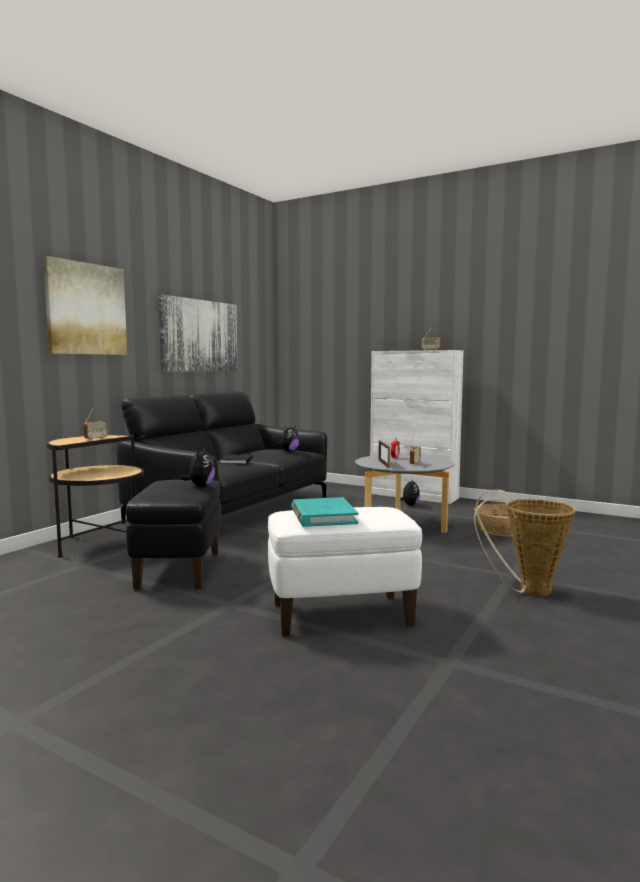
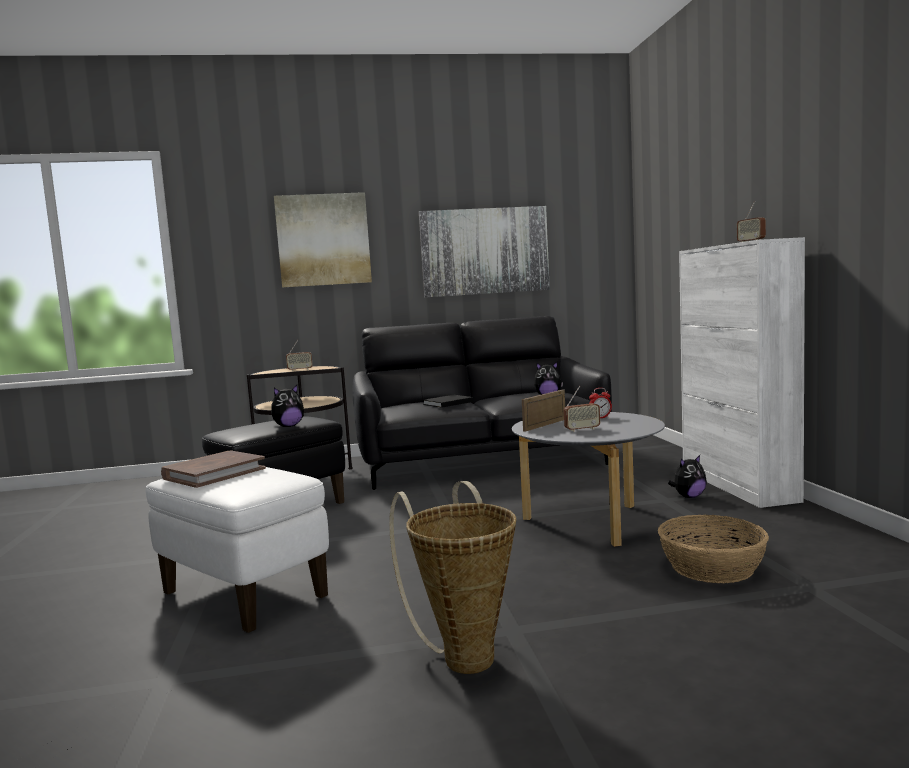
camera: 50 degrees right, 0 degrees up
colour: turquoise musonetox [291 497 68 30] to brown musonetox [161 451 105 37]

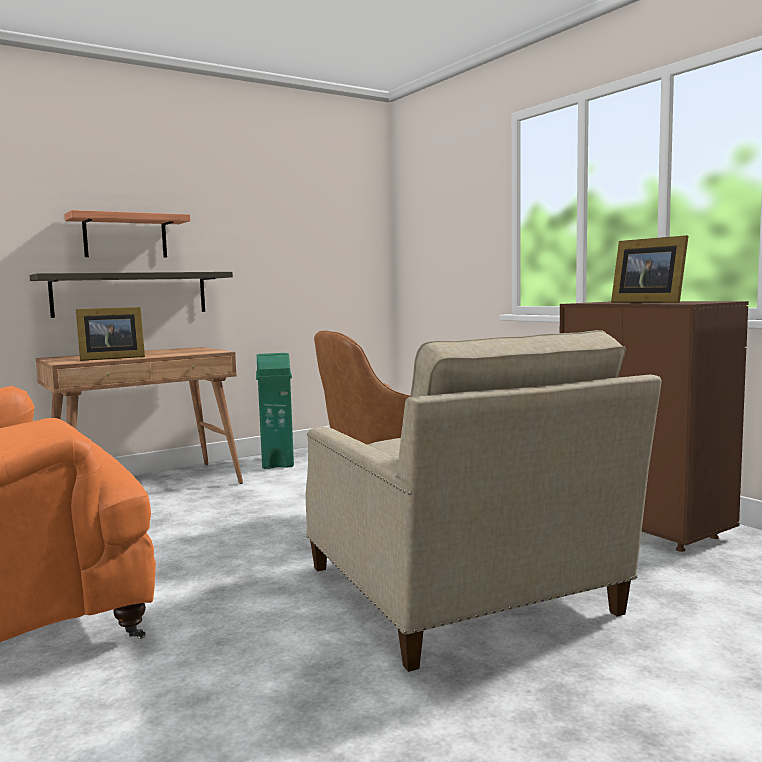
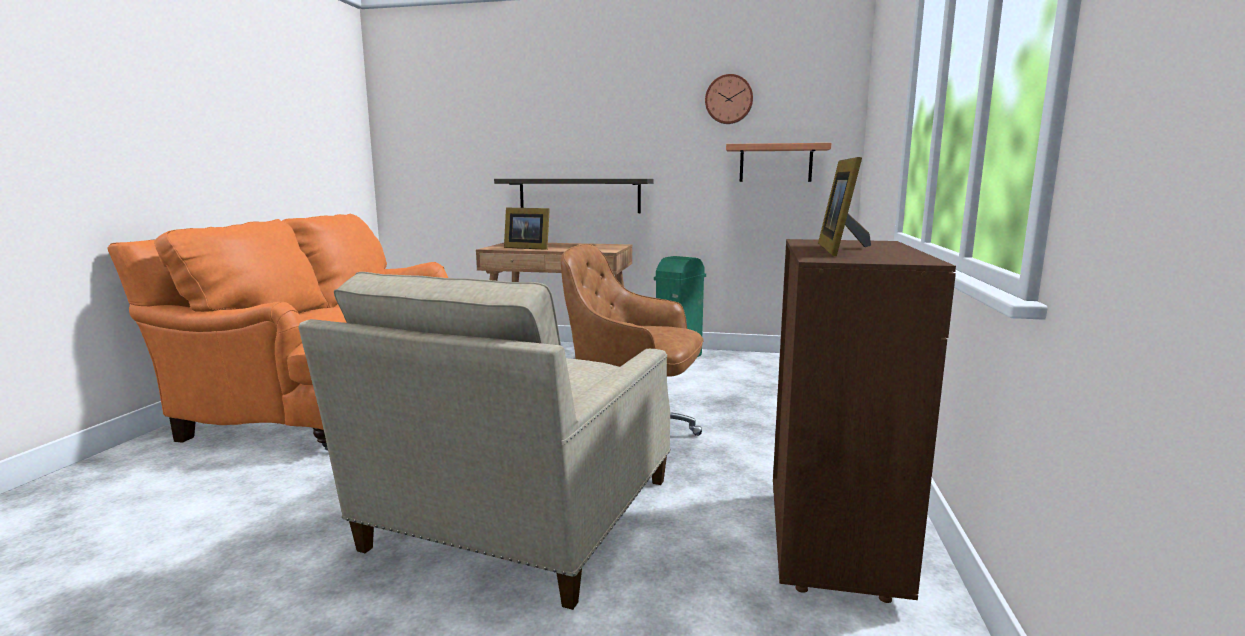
camera: 45 degrees right, 5 degrees up
appeared: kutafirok [705 74 48 50]
relocated: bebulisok [64 210 126 48] to [726 143 105 39]

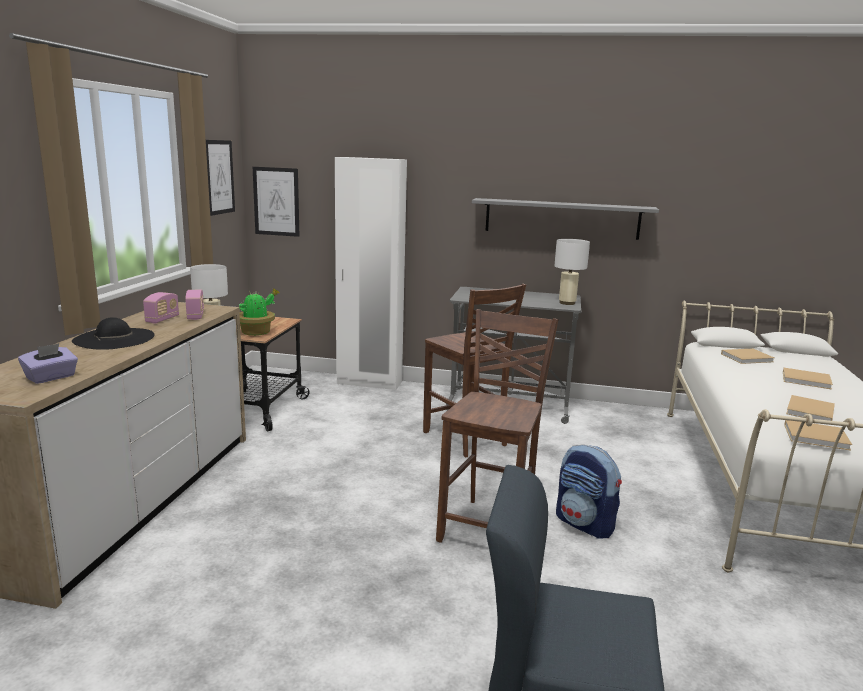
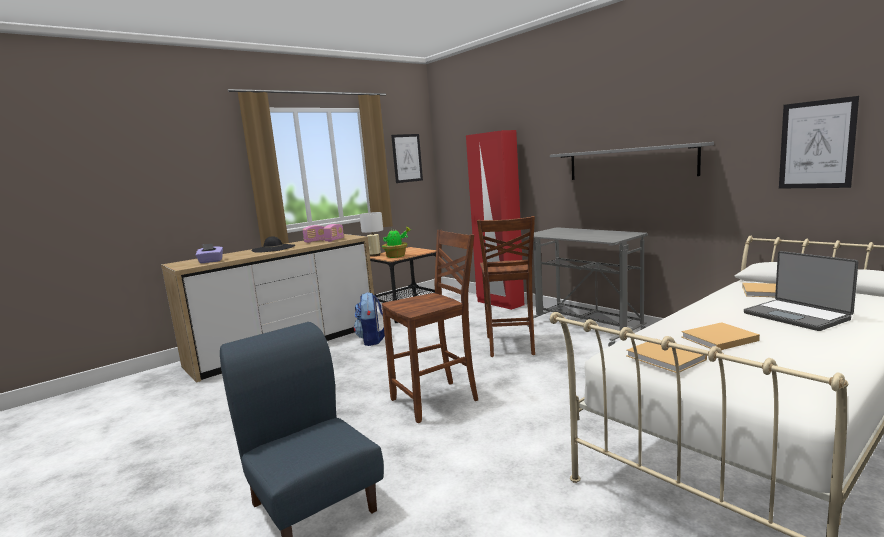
camera: 40 degrees right, 5 degrees down
missing: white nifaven [555 239 35 66]
relocated: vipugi [253 167 46 70] to [779 96 80 92]; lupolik [556 445 66 94] to [354 292 31 54]
exchanged: beige musonetox [783 368 50 21] to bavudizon [744 251 114 80]
colour: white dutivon [335 157 72 233] to red dutivon [466 130 58 180]

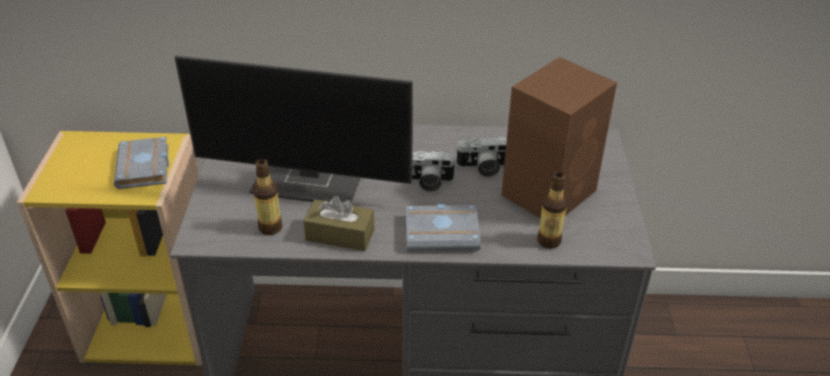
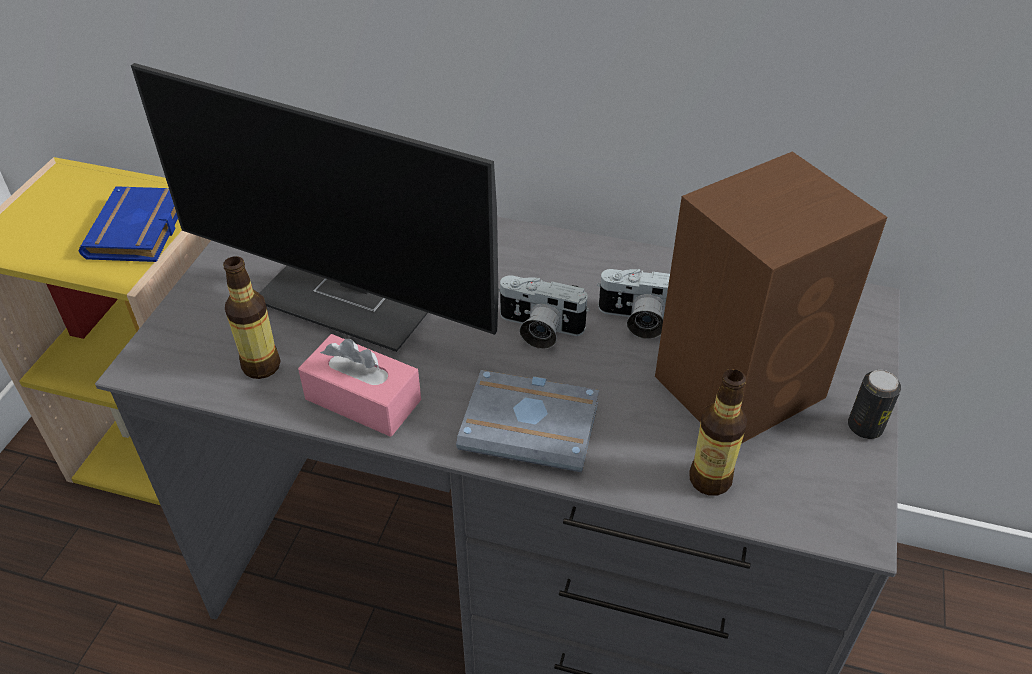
camera: 15 degrees right, 5 degrees up
appeared: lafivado [848 370 53 69]
colour: grey musonetox [114 137 55 52] to blue musonetox [78 186 100 76]; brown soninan [303 196 71 55] to pink soninan [298 334 123 103]

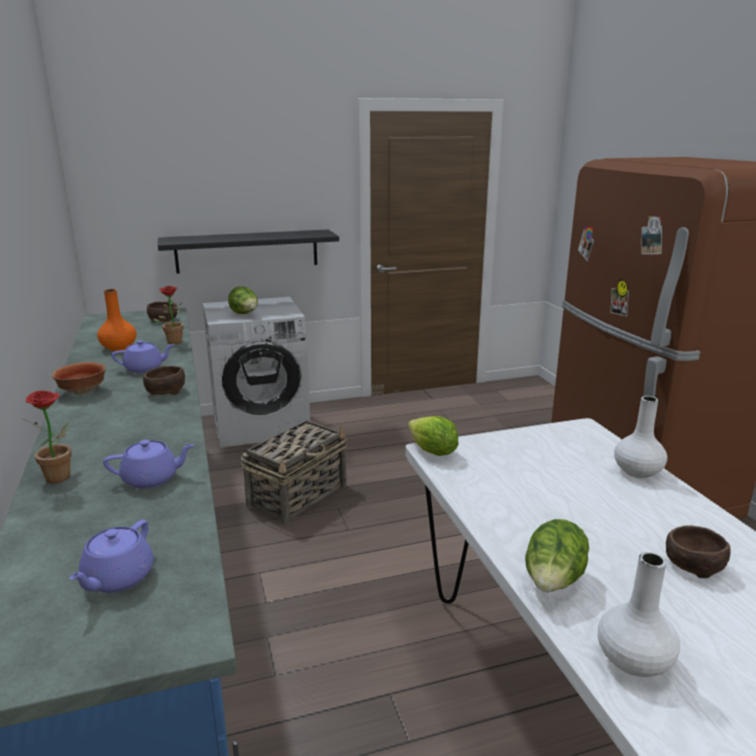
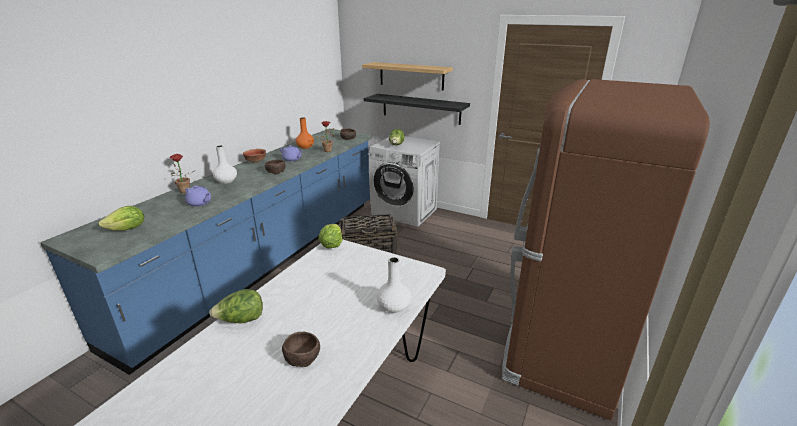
camera: 45 degrees right, 5 degrees up
appeared: bebulisok [362 62 91 29]
relocated: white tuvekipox [598 552 82 125] to [213 145 24 39]
exchanged: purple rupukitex [69 520 85 73] to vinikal [99 206 45 25]

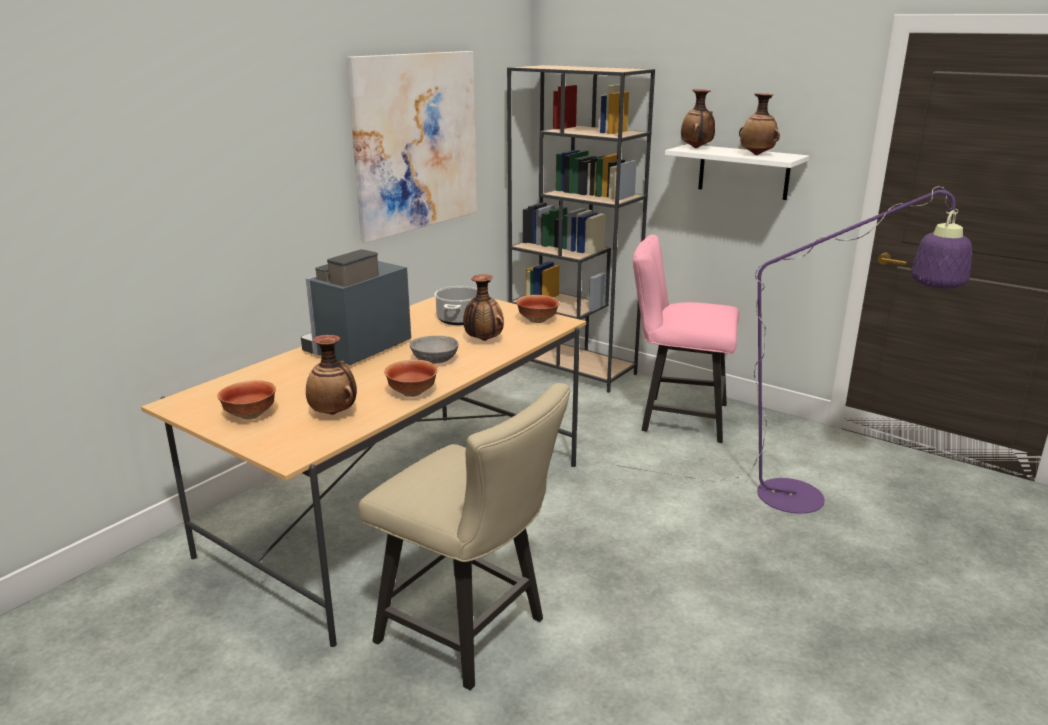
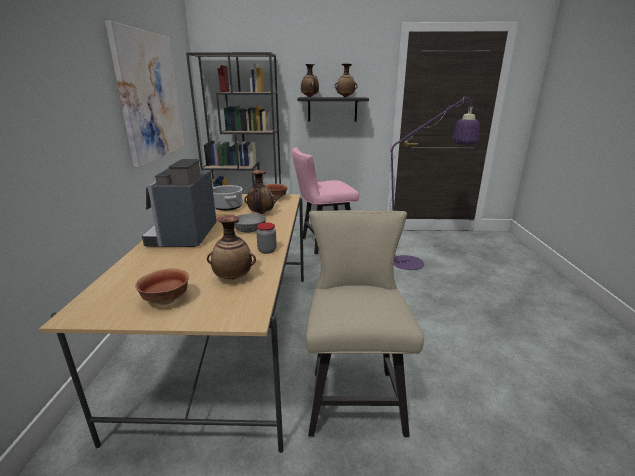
camera: 35 degrees left, 0 degrees up
exchanged: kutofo [384 360 54 37] to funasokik [256 223 21 31]
colour: white bebulisok [665 144 144 56] to black bebulisok [297 97 72 25]
spun: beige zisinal [358 383 212 307] = [305 210 119 227] 90 degrees counterclockwise

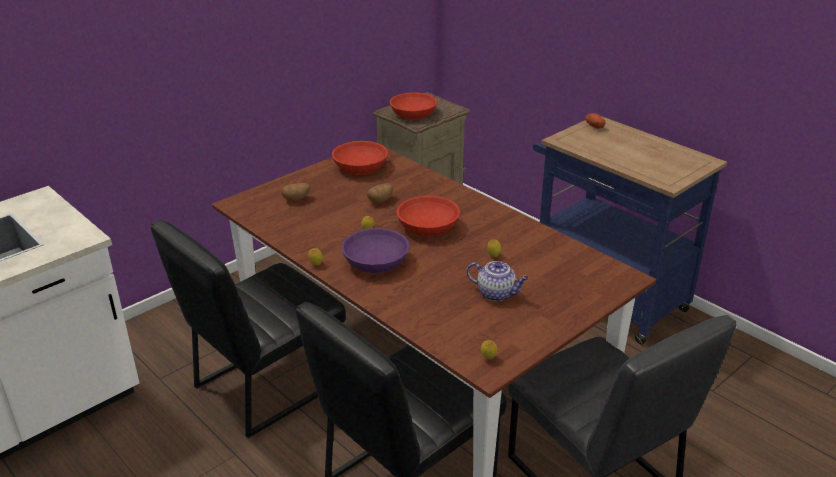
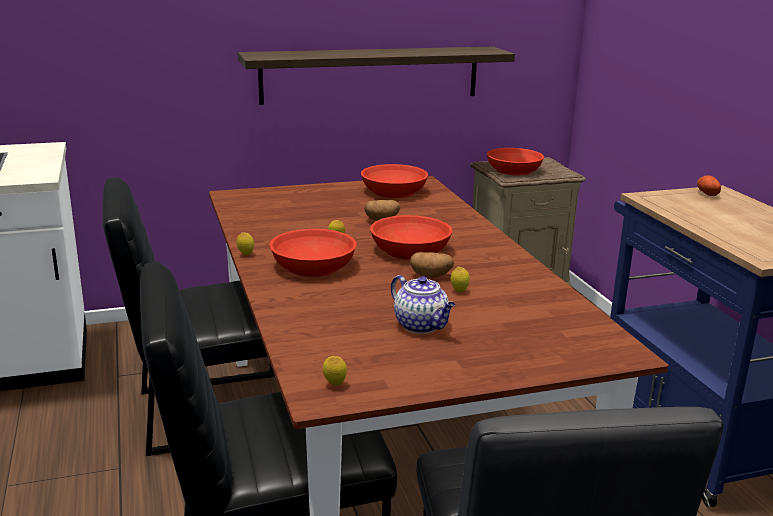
camera: 25 degrees right, 10 degrees down
appeared: bebulisok [237 47 278 58]
relocated: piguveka [282 183 29 18] to [410 252 44 26]
colour: purple kutofo [341 228 69 45] to red kutofo [269 229 88 48]

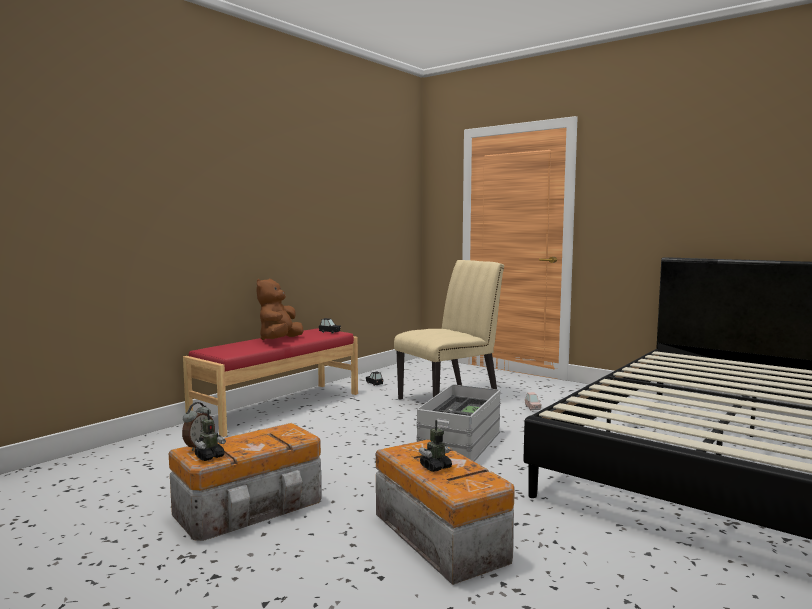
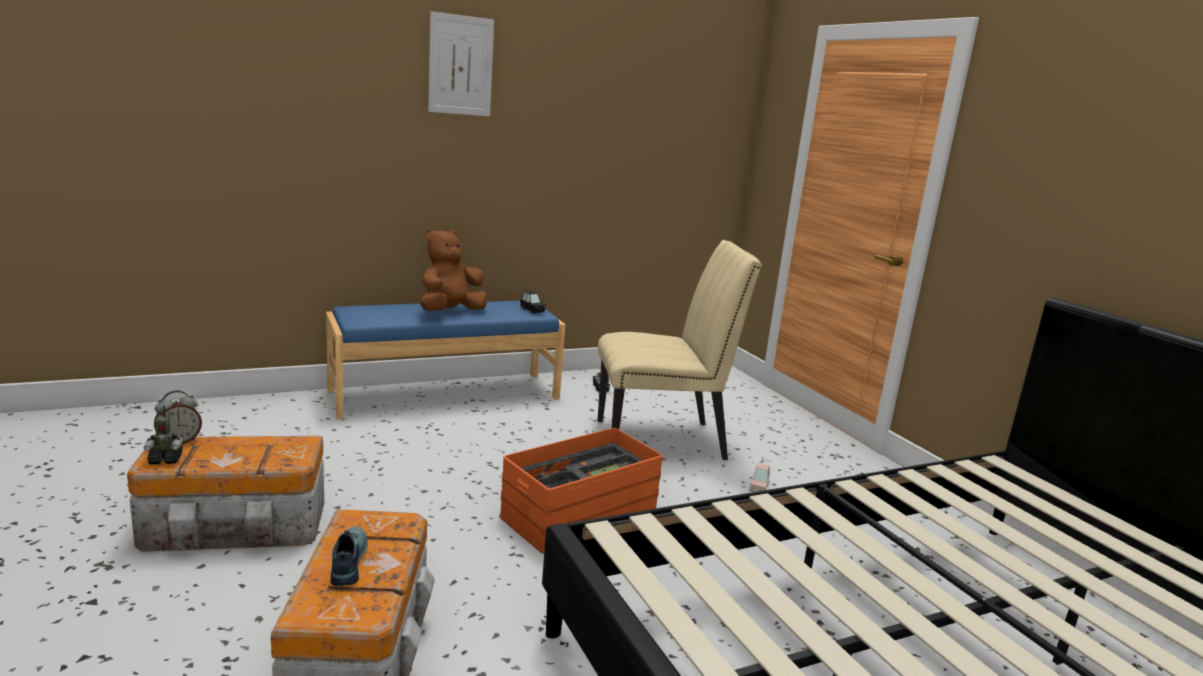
camera: 25 degrees right, 10 degrees up
appeared: vipugi [428 11 66 105]
exchanged: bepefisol [419 420 33 52] to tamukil [330 527 38 59]
colour: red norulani [183 328 175 109] to blue norulani [326 301 239 119]; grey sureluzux [416 385 84 77] to orange sureluzux [499 428 164 126]

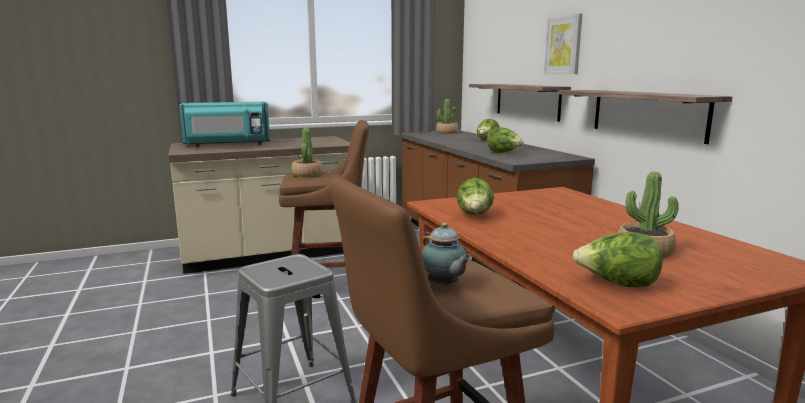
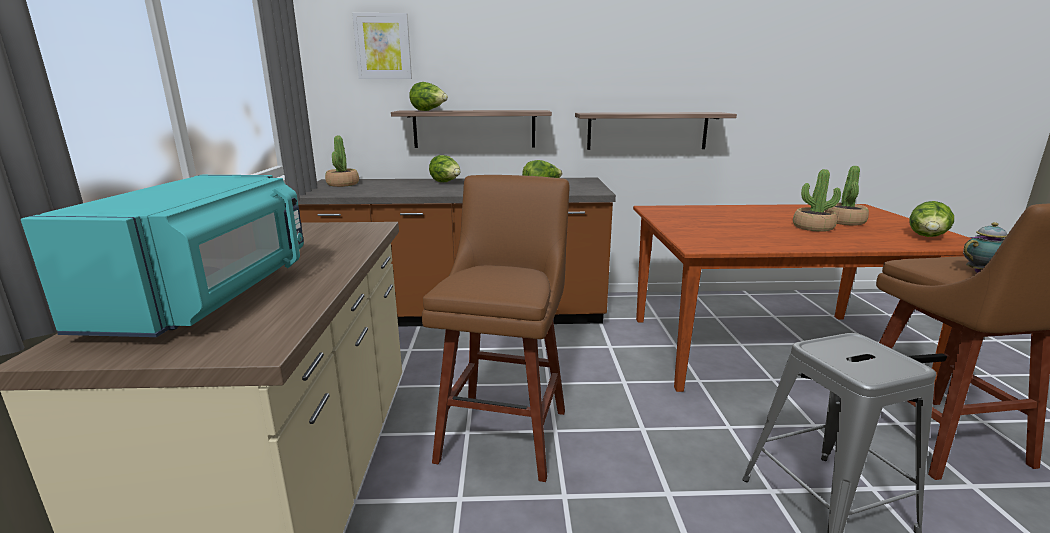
camera: 70 degrees left, 5 degrees up
relocated: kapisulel [292 128 31 49] to [793 169 48 63]; vinikal [457 178 37 37] to [409 82 39 29]; vipugi [544 13 38 61] to [352 13 60 66]

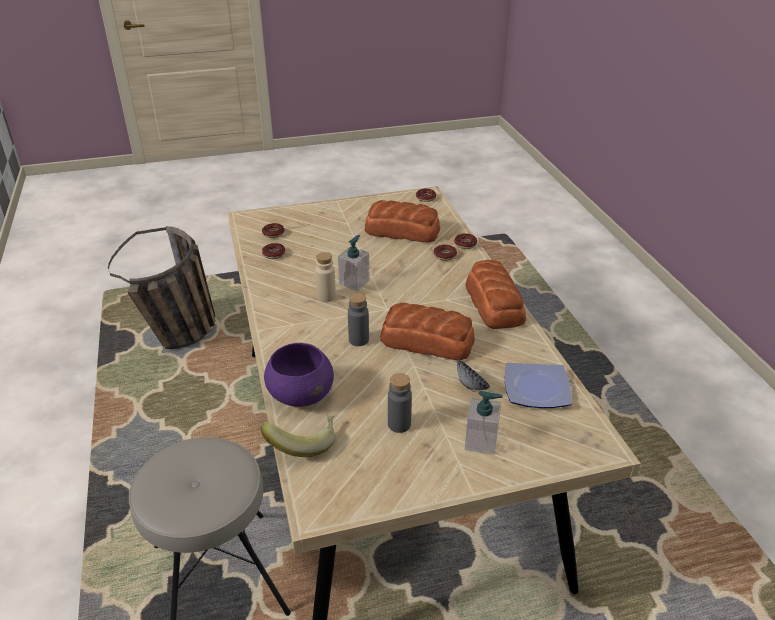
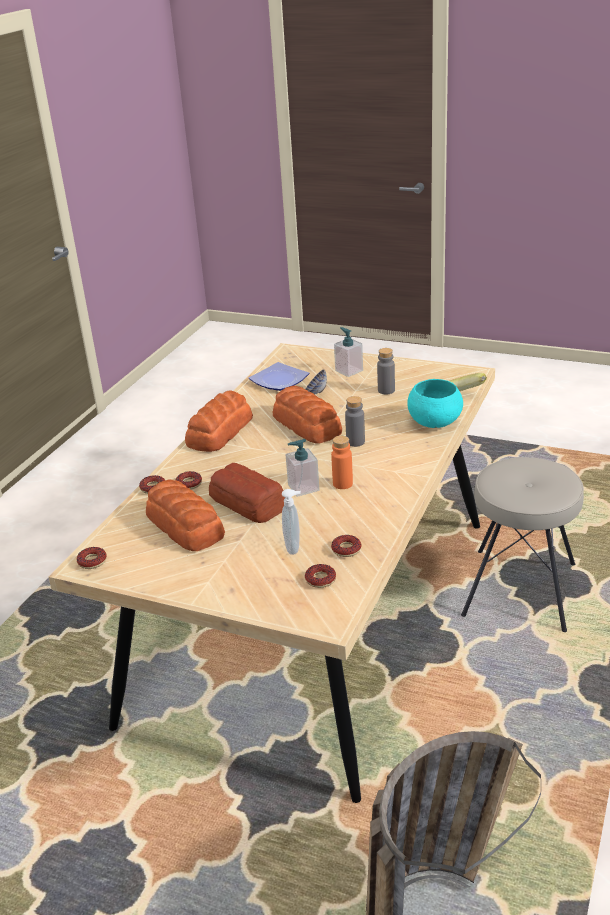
camera: 140 degrees left, 5 degrees down
appeared: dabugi [209 463 76 60]; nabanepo [282 489 19 66]
colour: purple kutofo [264 343 70 64] to turquoise kutofo [407 379 56 49]; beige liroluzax [315 252 21 50] to orange liroluzax [331 436 22 53]

